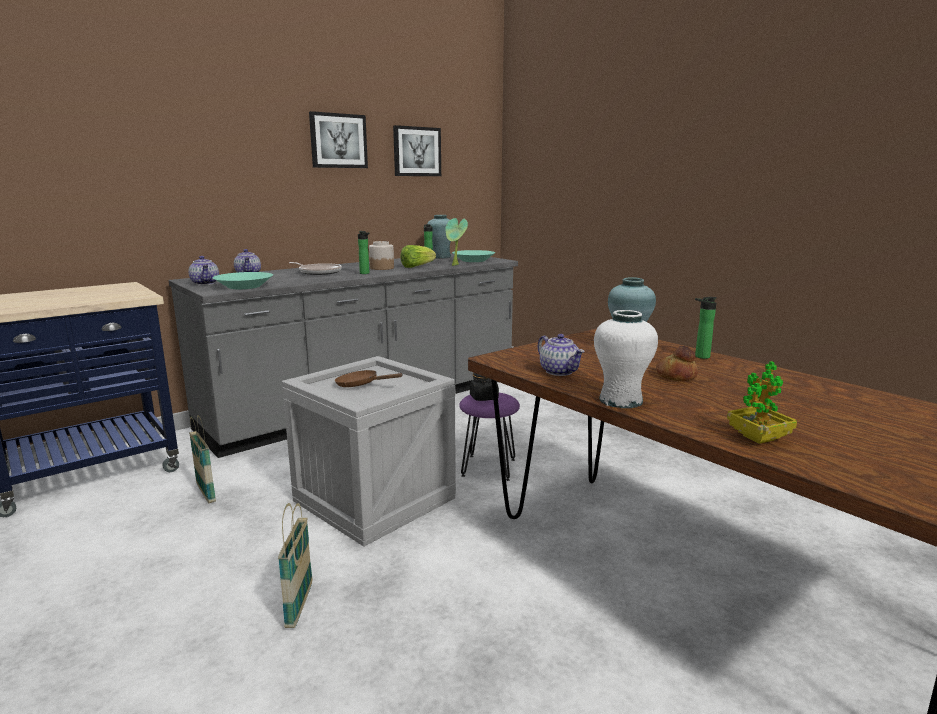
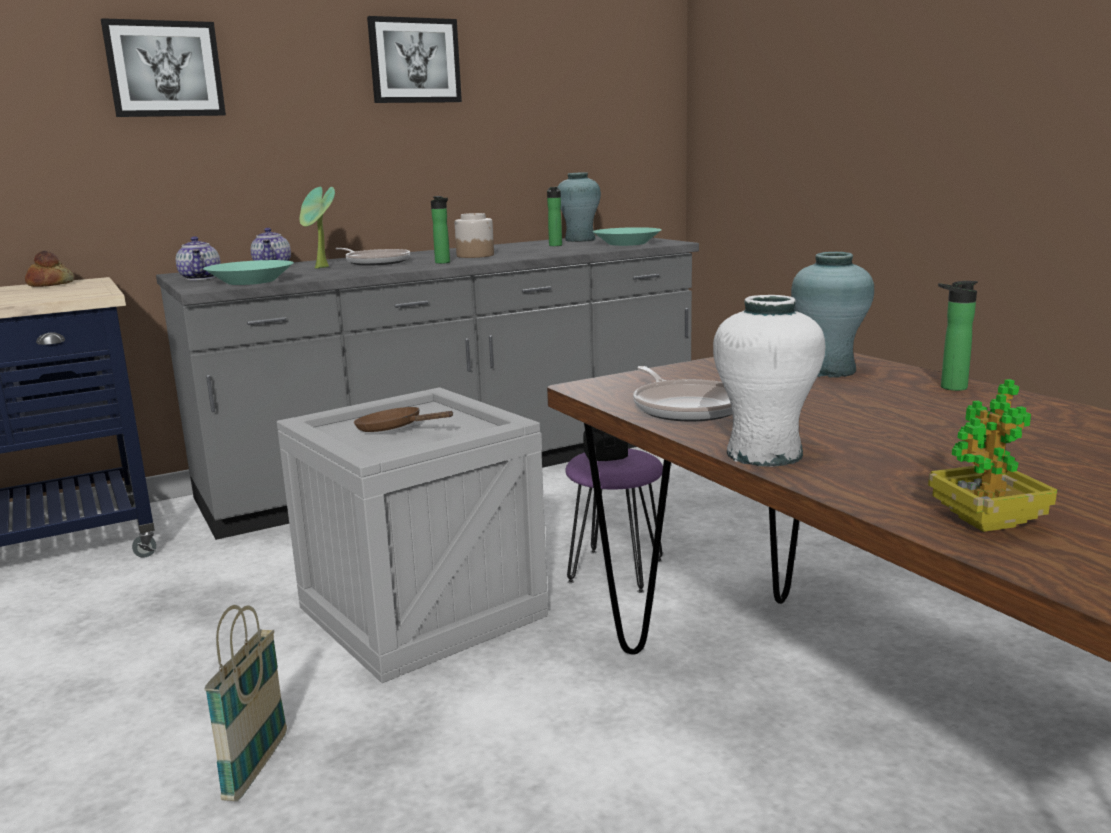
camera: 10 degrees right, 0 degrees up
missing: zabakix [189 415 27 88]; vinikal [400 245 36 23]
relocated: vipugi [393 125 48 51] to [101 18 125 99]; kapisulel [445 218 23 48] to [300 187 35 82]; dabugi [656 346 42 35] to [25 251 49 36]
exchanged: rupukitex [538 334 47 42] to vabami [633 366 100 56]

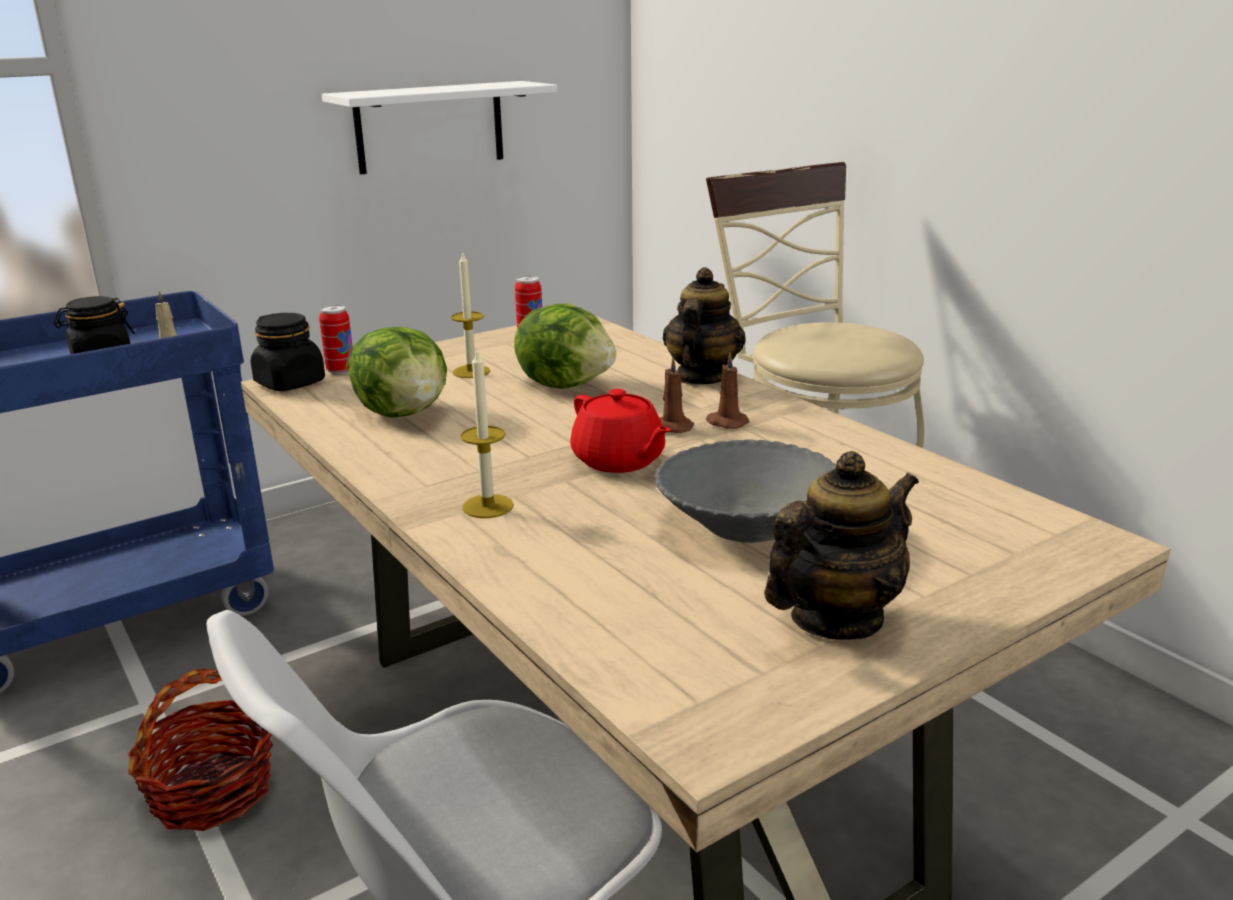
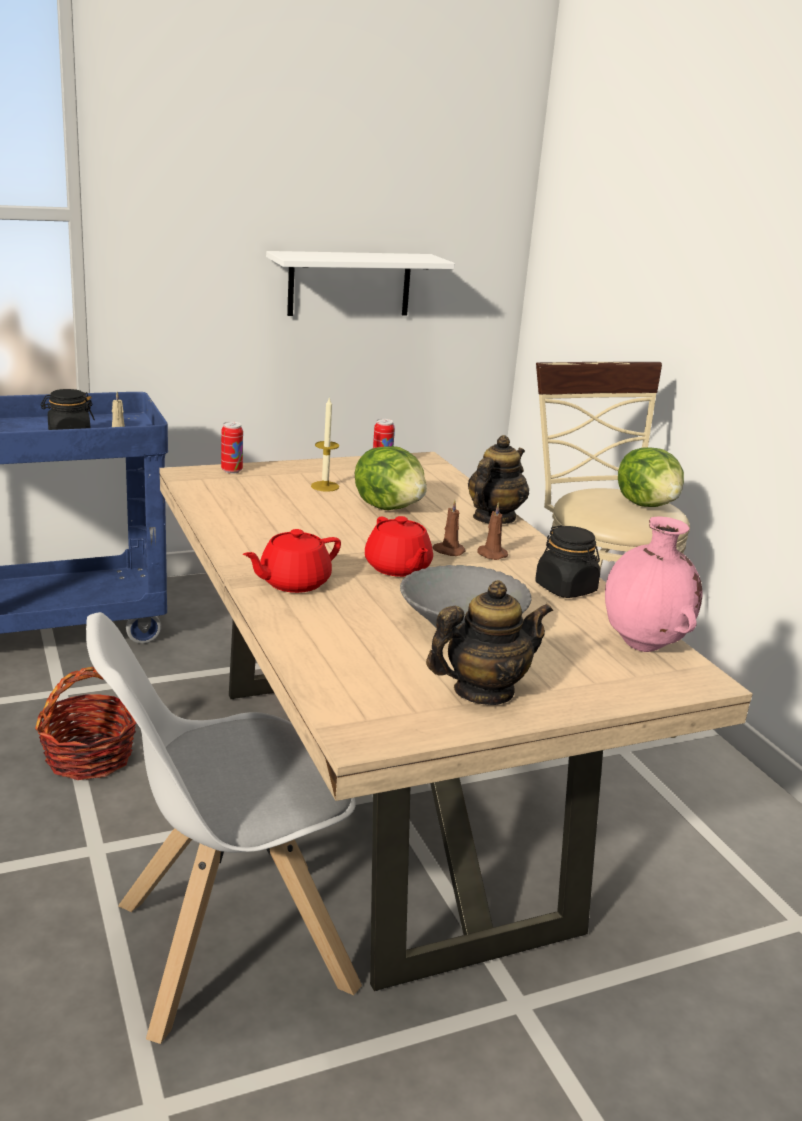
camera: 10 degrees right, 0 degrees up
appeared: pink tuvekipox [605 517 98 135]
relocated: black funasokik [251 313 74 78] to [535 525 65 73]; vinikal [349 327 98 91] to [618 447 66 60]
exchanged: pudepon [460 351 54 167] to red rupukitex [243 529 98 64]

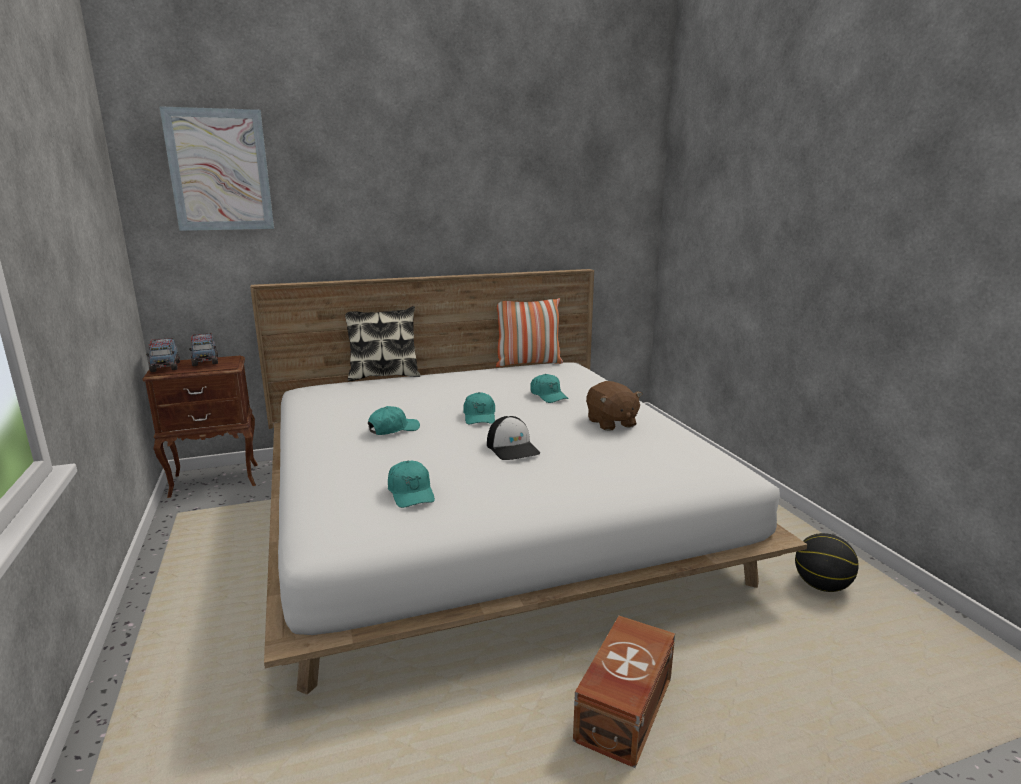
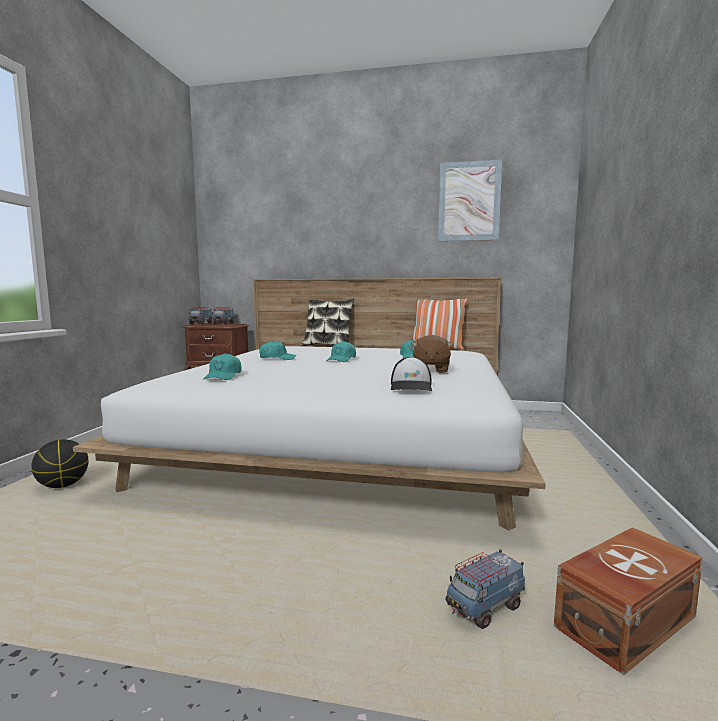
camera: 30 degrees right, 10 degrees down
appeared: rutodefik [445 549 80 80]
relocated: vipugi [159 106 115 125] to [438 160 64 81]; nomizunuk [487 416 53 44] to [391 357 41 34]; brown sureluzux [573 616 102 152] to [554 527 149 148]; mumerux [795 533 64 59] to [31 439 58 49]

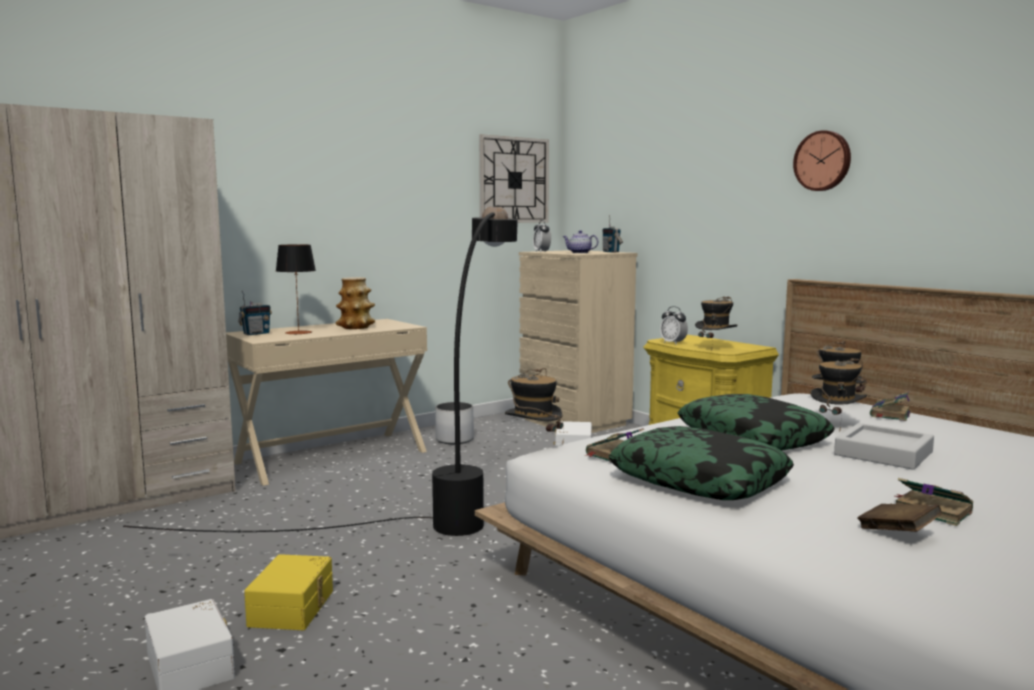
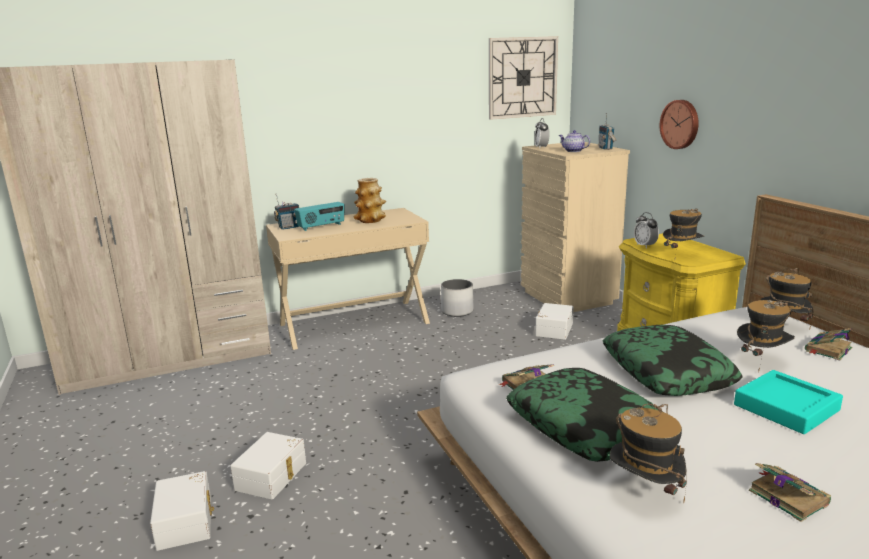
camera: 15 degrees right, 10 degrees up
missing: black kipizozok [123 205 395 331]; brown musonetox [857 504 85 28]
relocated: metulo [505 368 59 64] to [610 404 77 99]; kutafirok [793 130 58 61] to [660 100 39 49]
exchanged: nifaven [276 244 40 91] to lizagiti [294 202 51 29]
colour: yellow sureluzux [244 554 89 76] to white sureluzux [230 432 76 68]; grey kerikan [834 423 100 47] to turquoise kerikan [734 370 109 64]

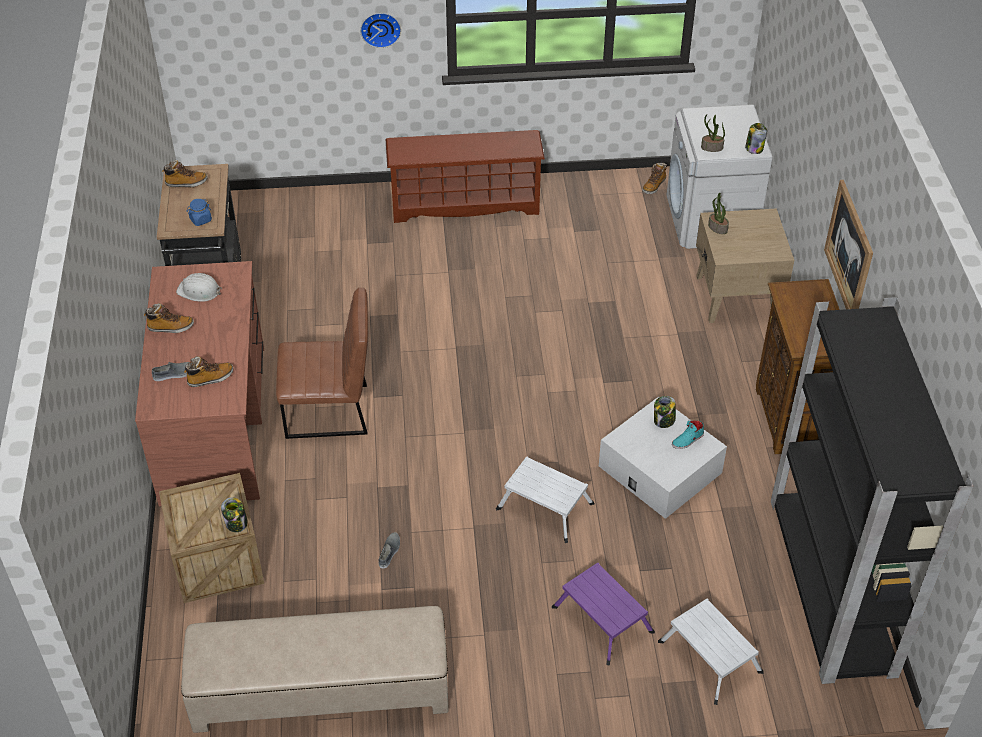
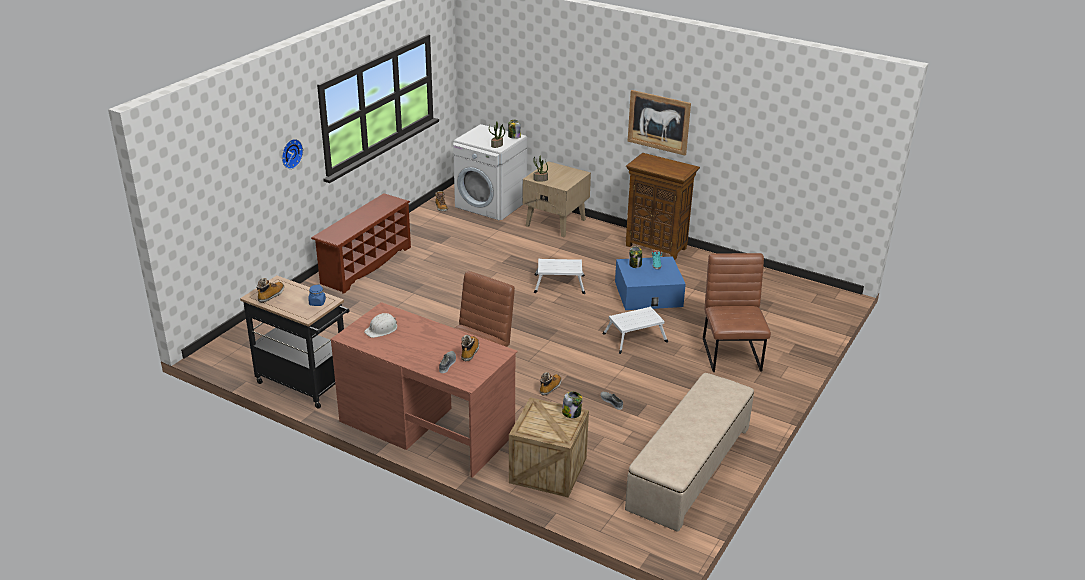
camera: 55 degrees left, 15 degrees down
missing: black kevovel [771 297 202 387]
relocated: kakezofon [144 303 50 30] to [540 372 21 24]; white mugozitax [658 598 106 107] to [534 259 52 35]
exchanged: purple mugozitax [552 563 103 103] to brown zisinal [703 253 68 119]
colour: white sureluzux [599 397 128 122] to blue sureluzux [615 256 71 54]

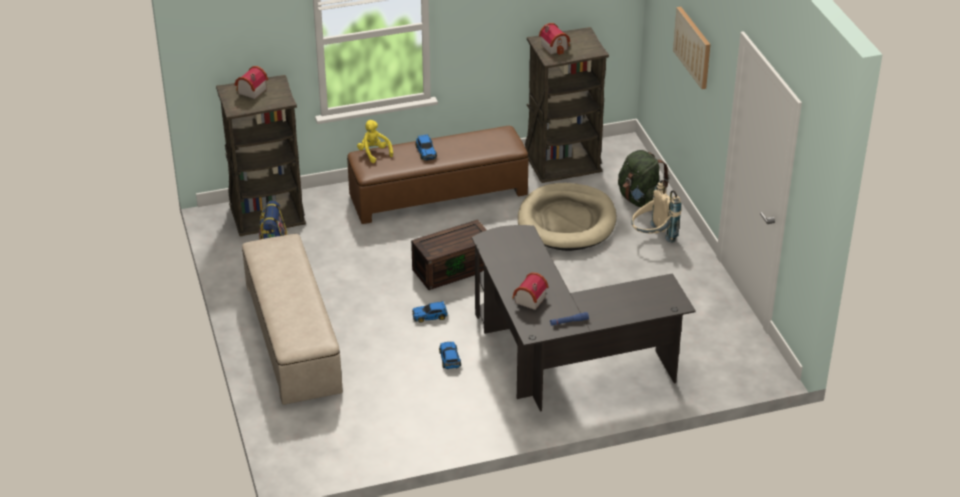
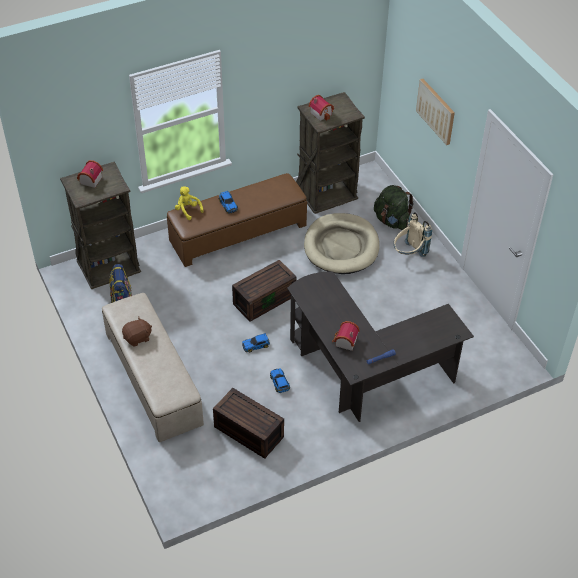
camera: 10 degrees left, 10 degrees up
appeared: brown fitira [122 317 30 30]; brown sureluzux [213 388 71 71]

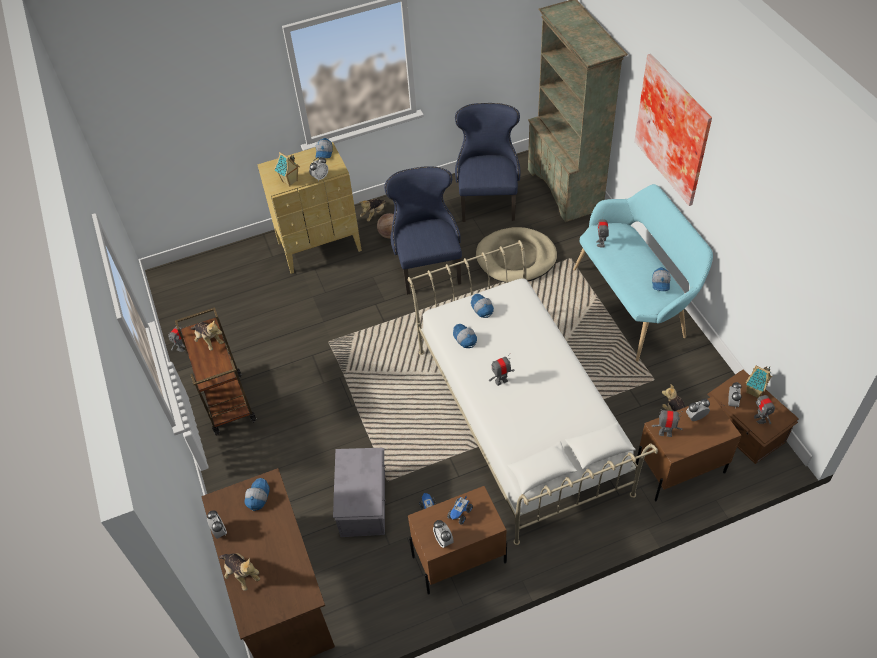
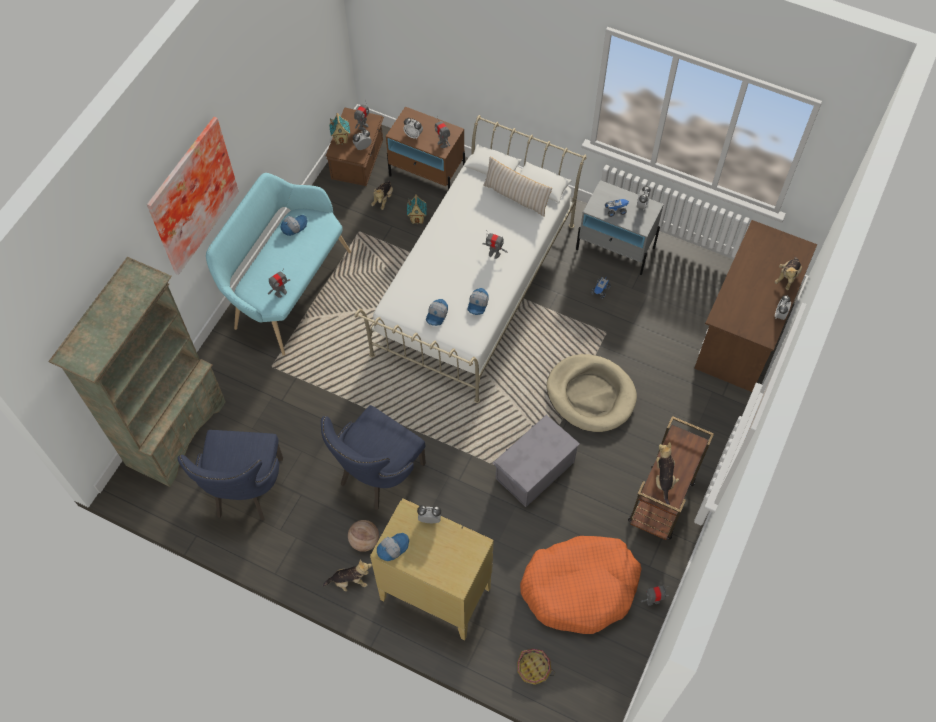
camera: 135 degrees left, 10 degrees up
missing: nomizunuk [245 478 25 33]
appeared: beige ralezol [483 157 69 60]; zabakix [517 648 38 37]; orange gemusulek [520 536 122 98]
relocated: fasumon [274 152 26 34] to [407 194 20 30]; grey sureluzux [333 448 53 89] to [492 415 88 92]; beige gemusulek [476 227 81 56] to [547 354 90 78]
colour: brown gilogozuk [408 486 99 109] to grey gilogozuk [576 180 88 95]
spun: fitira [219 553 41 38] = [775 257 27 33] 150 degrees counterclockwise; blue zisinal [455 103 66 119] = [178 430 105 90] 45 degrees counterclockwise

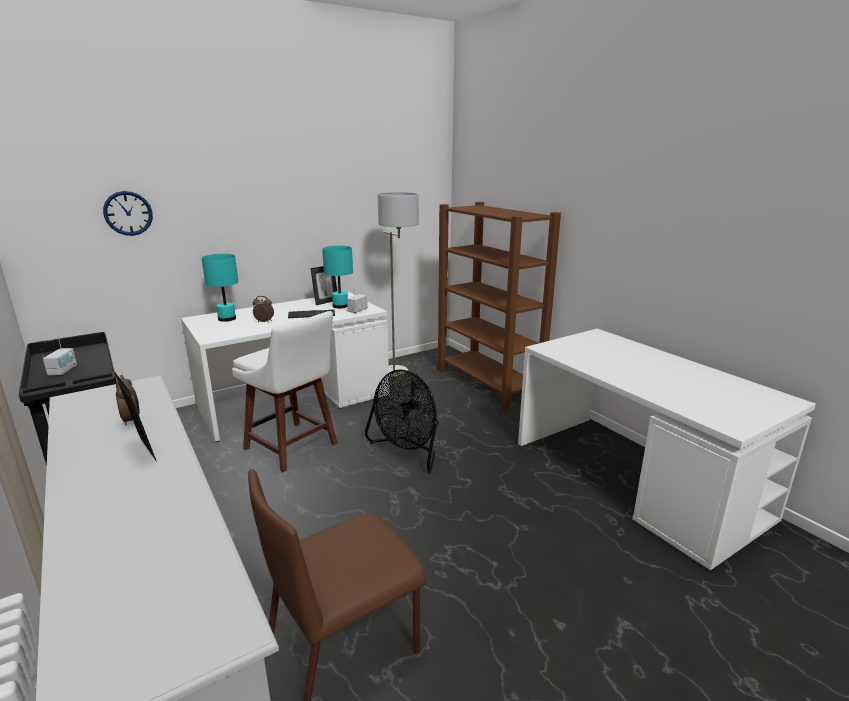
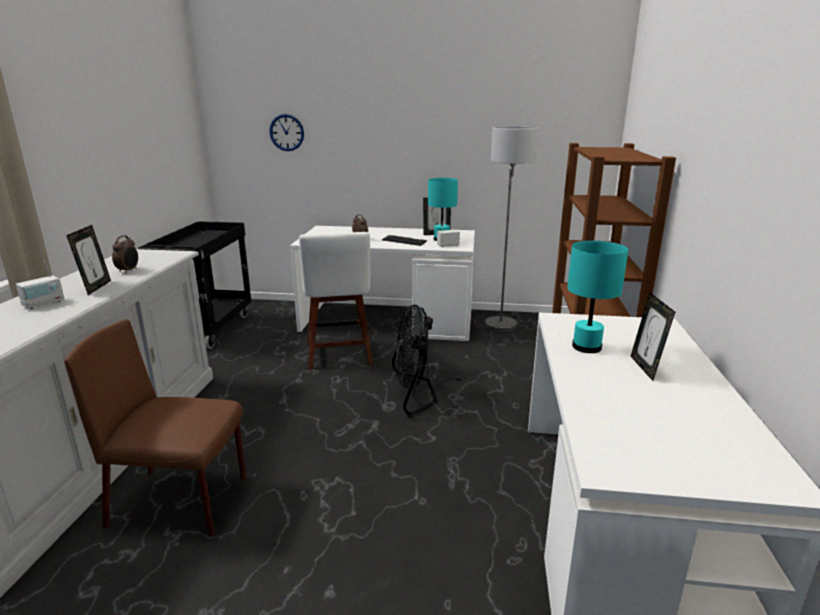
camera: 40 degrees right, 0 degrees up
appeared: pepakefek [630 293 45 88]
relocated: lizagiti [43 336 34 40] to [16 260 48 49]; turquoise nifaven [202 254 36 68] to [567 241 61 112]

